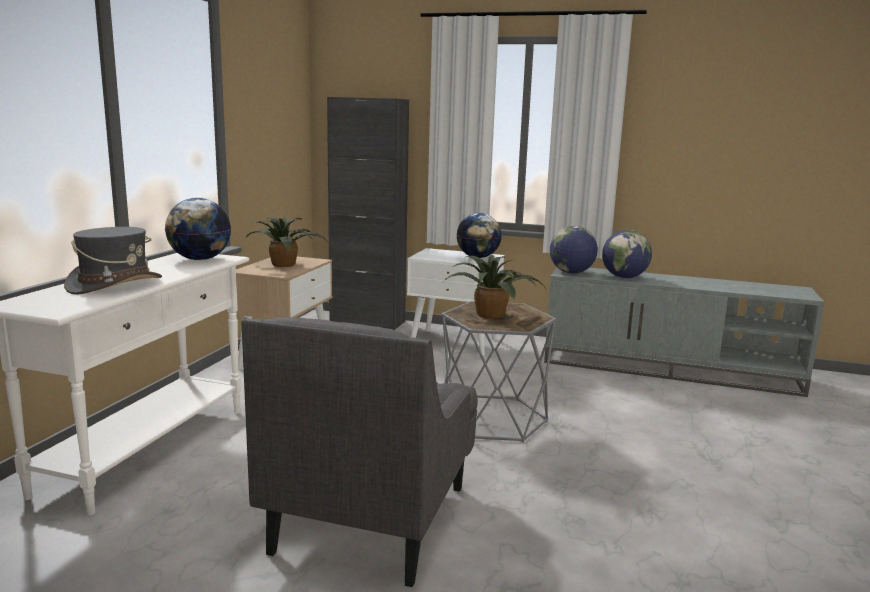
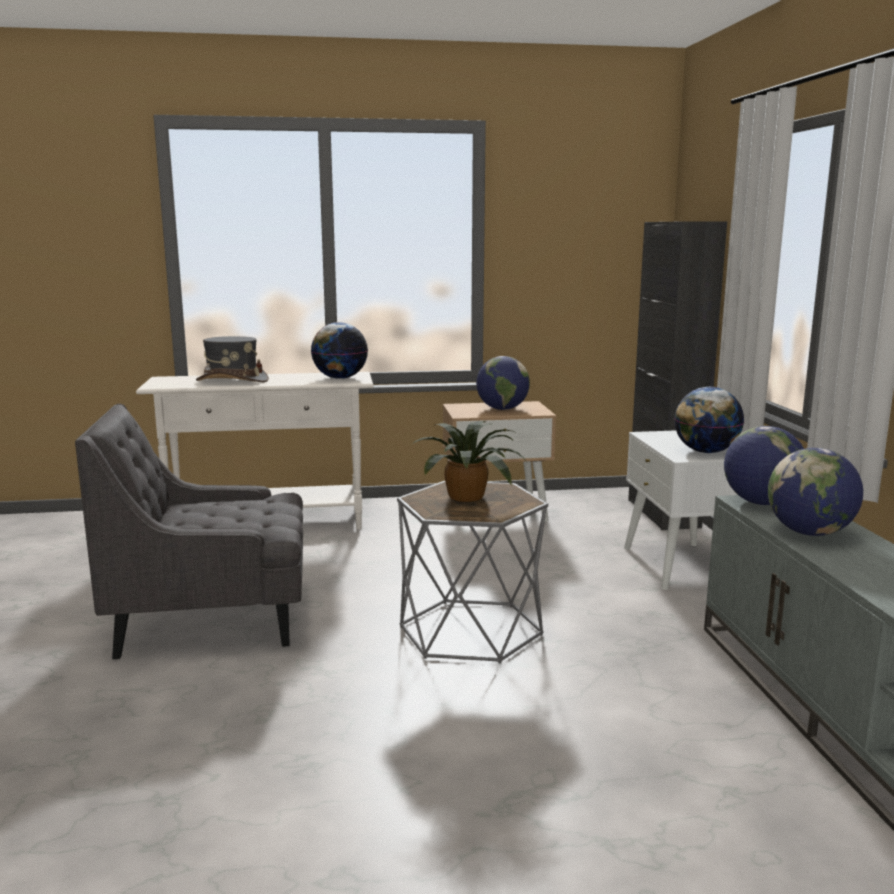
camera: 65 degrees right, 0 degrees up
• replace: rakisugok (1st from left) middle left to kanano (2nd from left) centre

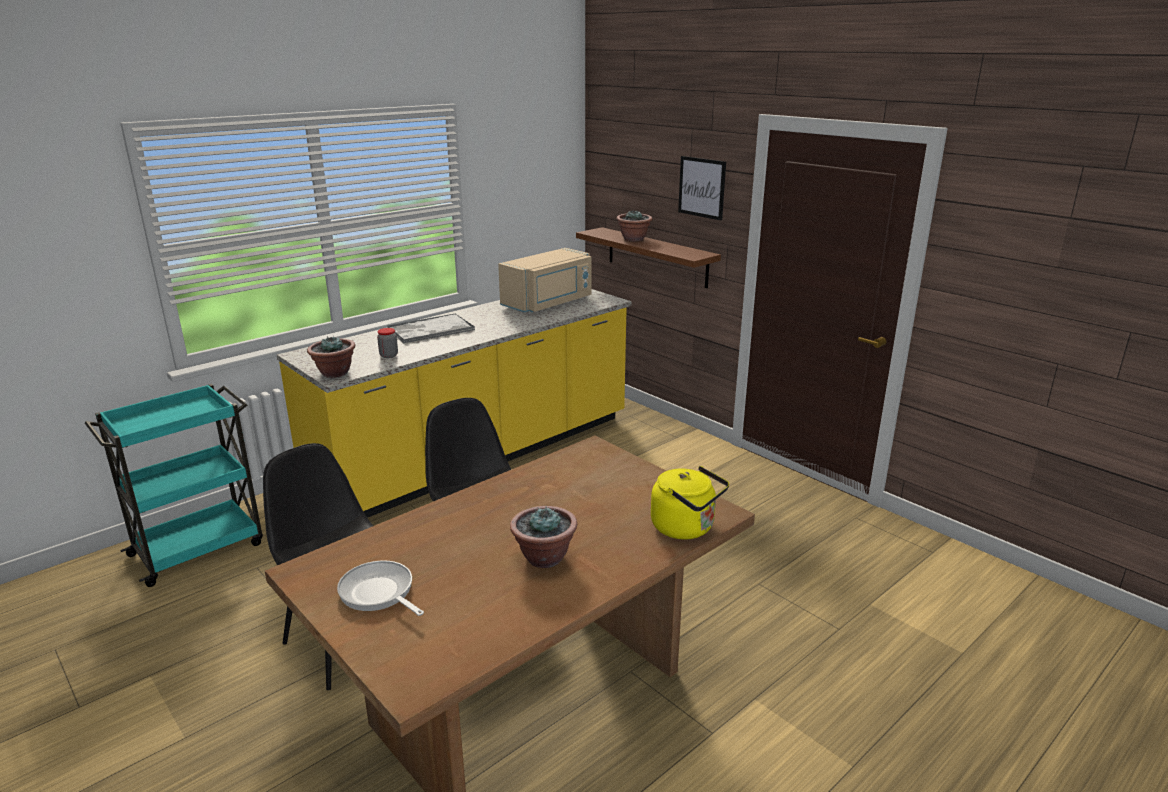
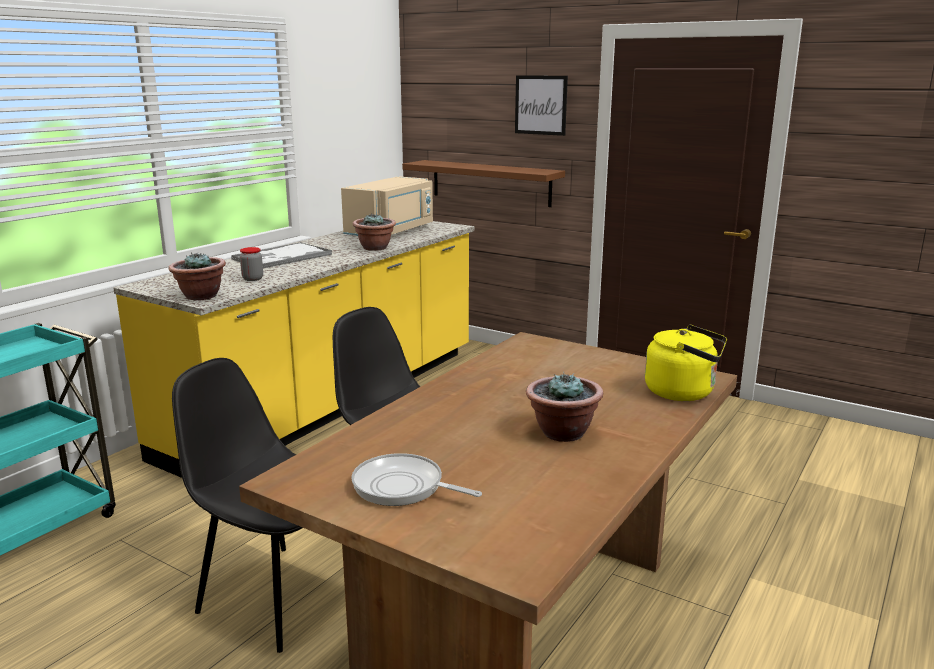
camera: 15 degrees left, 5 degrees down
• move: rakisugok (3rd from left in the first image) top centre to rakisugok (2nd from left) centre

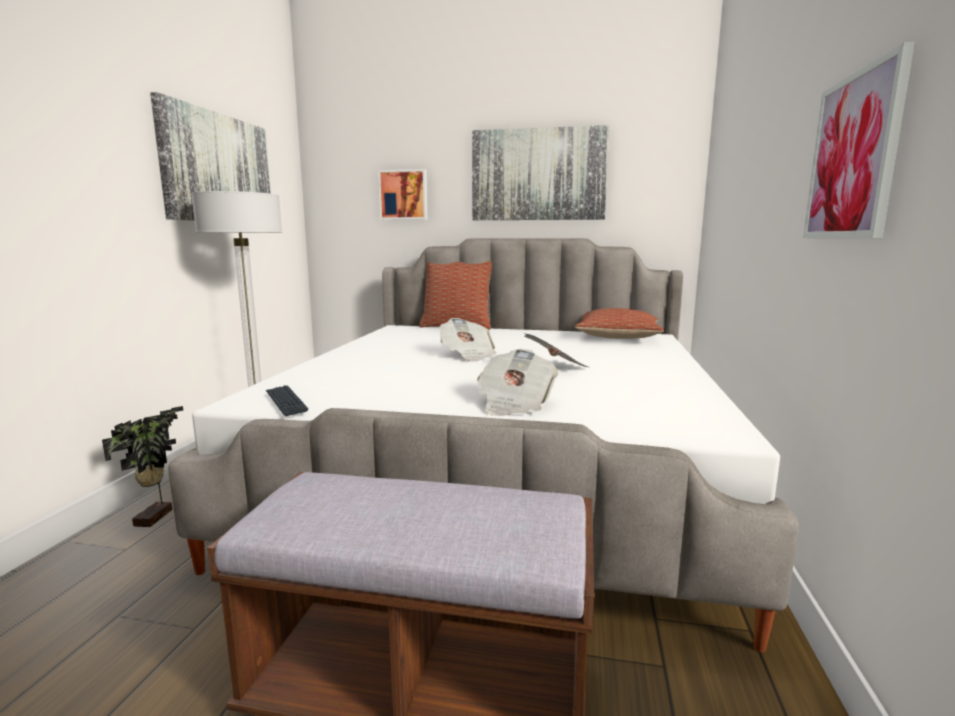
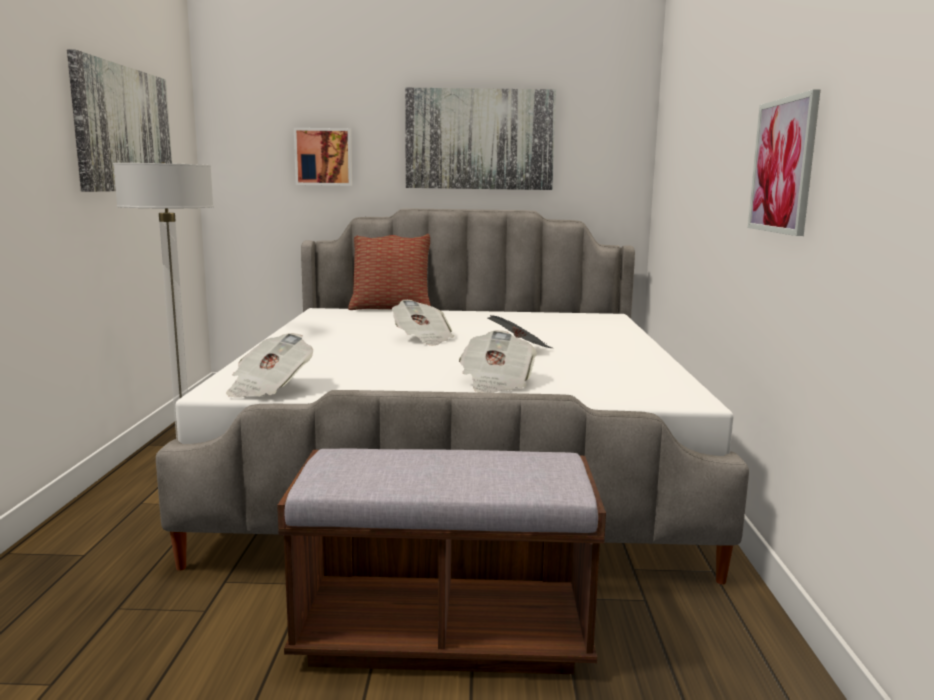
camera: 10 degrees left, 0 degrees up
• delete: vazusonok (2nd from left) centre
• replace: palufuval middle left to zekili (1st from left) middle left
• delete: rakisugok middle left

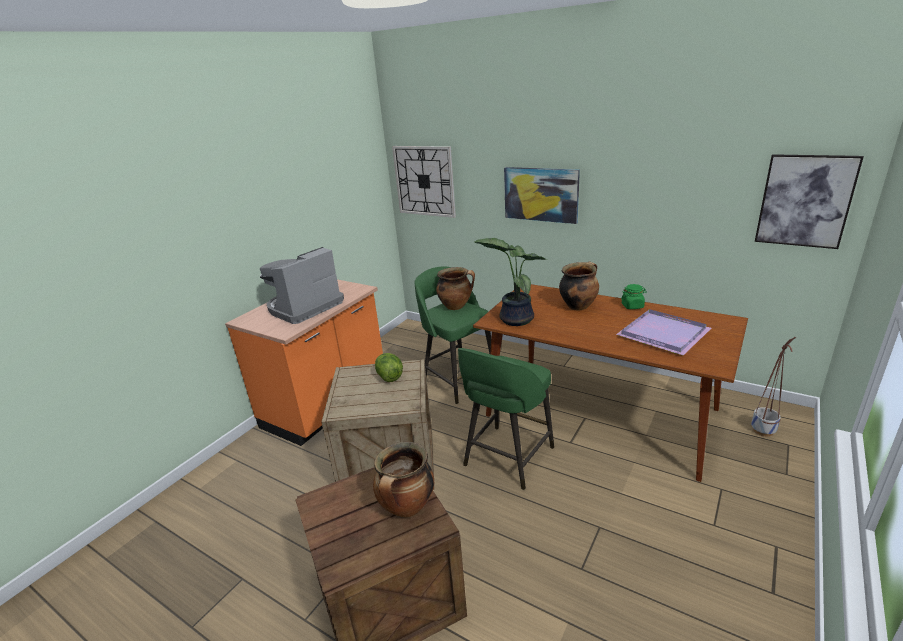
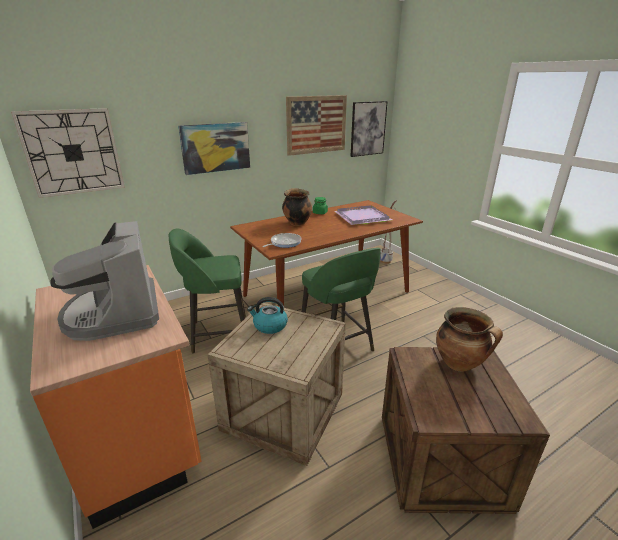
camera: 65 degrees left, 0 degrees up
• replace: rakisugok centre to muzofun centre
• delete: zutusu (2nd from left) centre
• replace: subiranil centre to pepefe centre
• insert: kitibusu (2nd from left) top centre

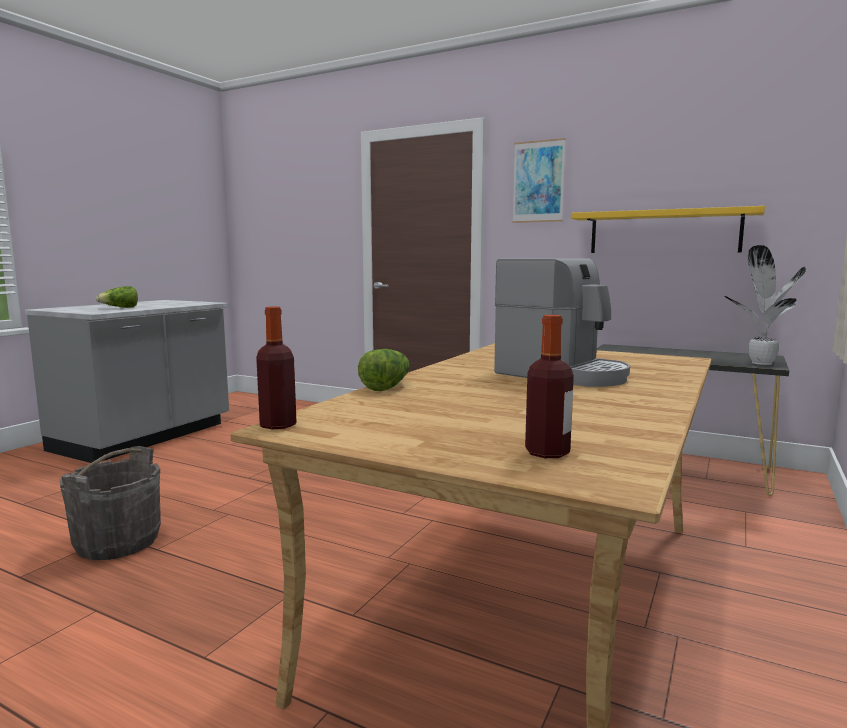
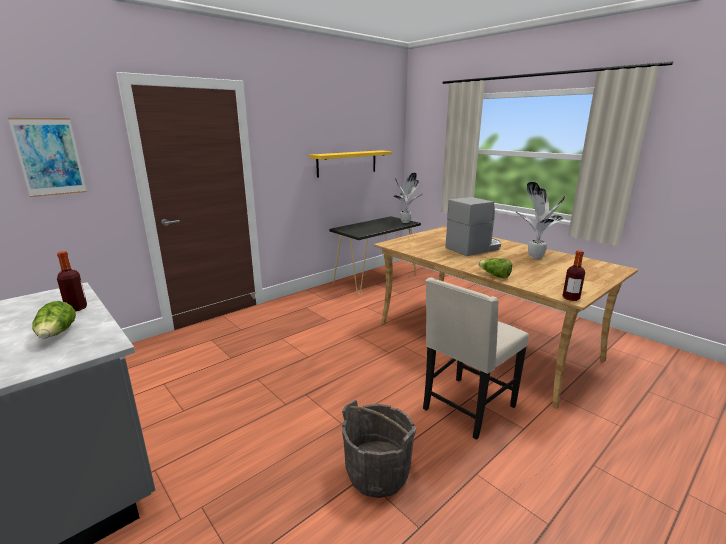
camera: 70 degrees left, 10 degrees up
• move: kitibusu top centre to top left
• move: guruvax (2nd from left in the first image) centre to guruvax (1st from left) middle left
• insert: rakisugok (2nd from left) middle right
• insert: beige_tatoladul centre

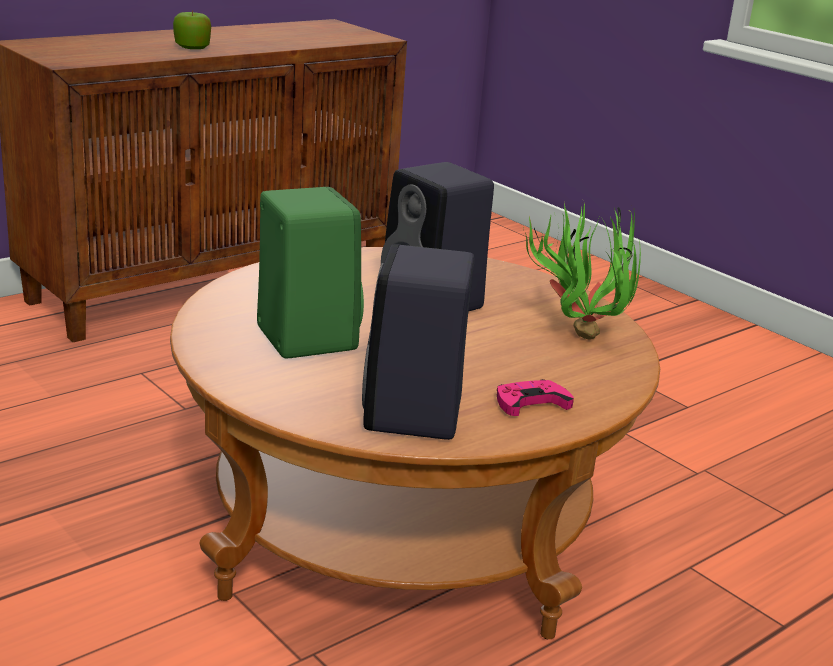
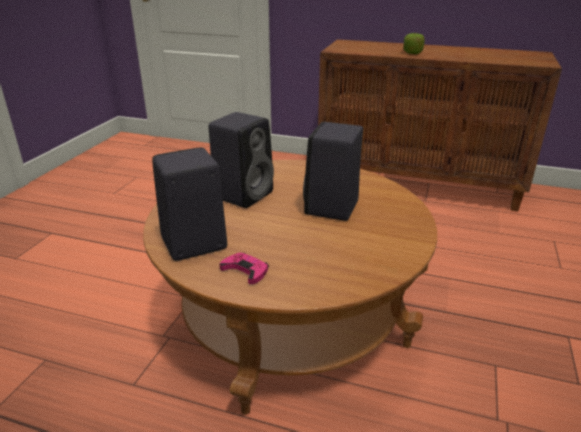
camera: 60 degrees right, 5 degrees up
• recolor: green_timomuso centre to black_timomuso (2nd from left) centre
• delete: rakisugok middle right

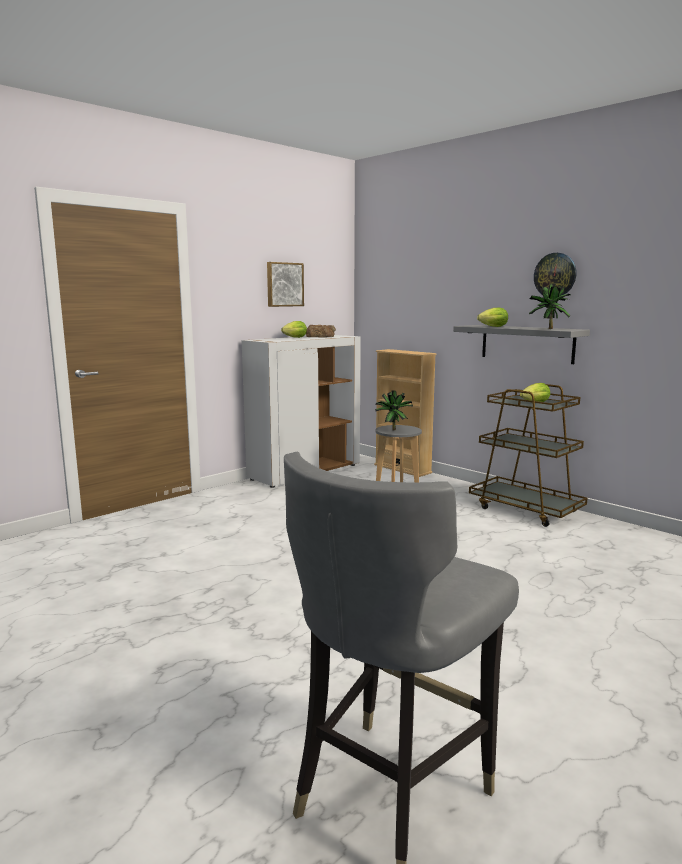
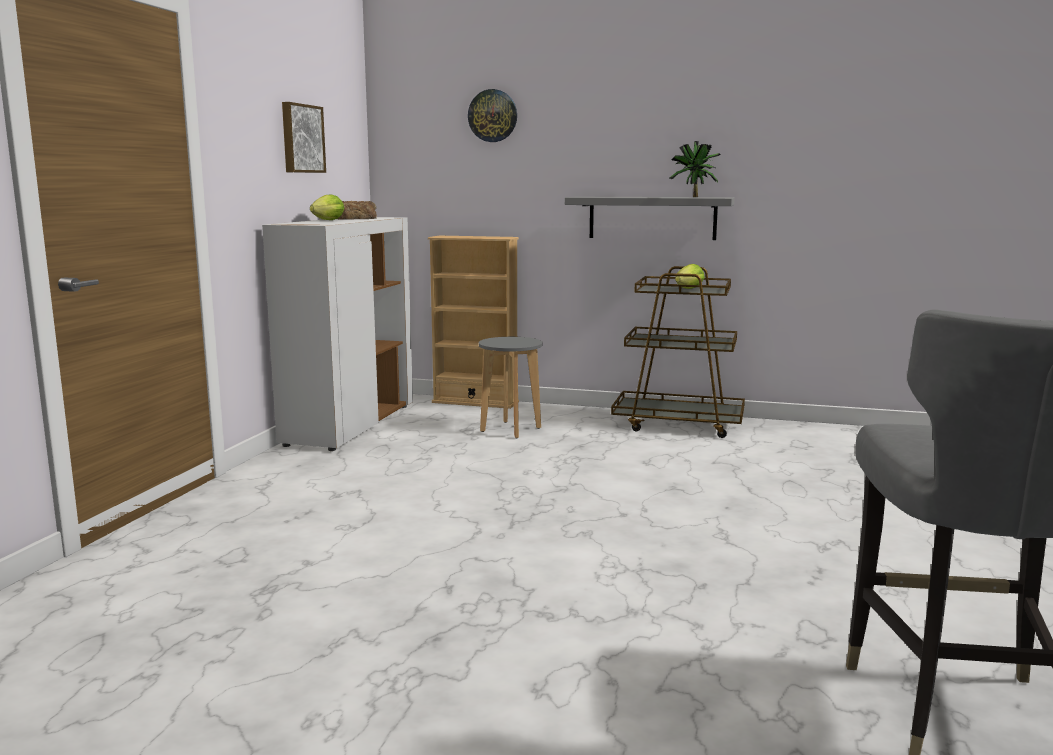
camera: 30 degrees left, 0 degrees up
• move: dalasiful top right to top centre
• delete: subiranil (2nd from left) middle right
• delete: rakisugok (1st from left) centre

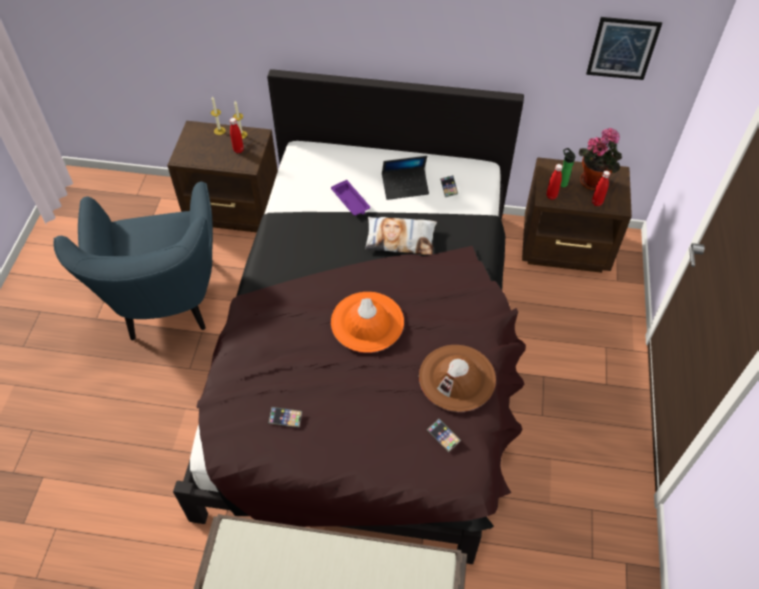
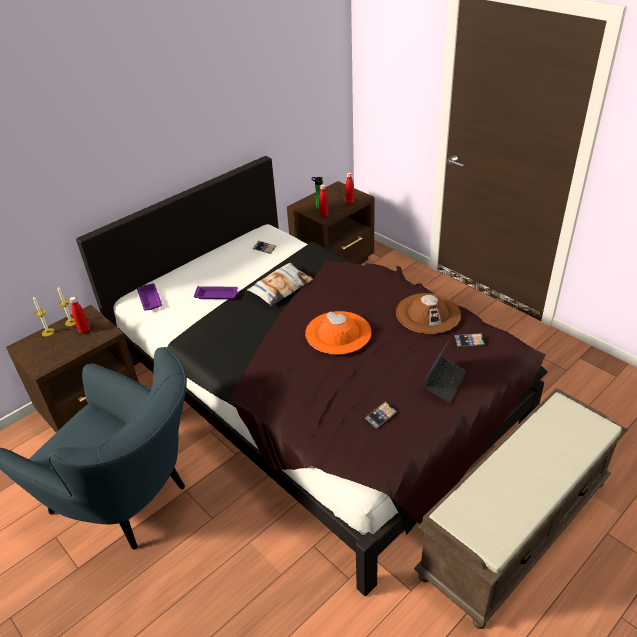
camera: 50 degrees left, 15 degrees down
• delete: kitibusu top right
• delete: rakisugok top right
• move: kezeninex top centre to middle right
• insert: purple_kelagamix (1st from left) middle left

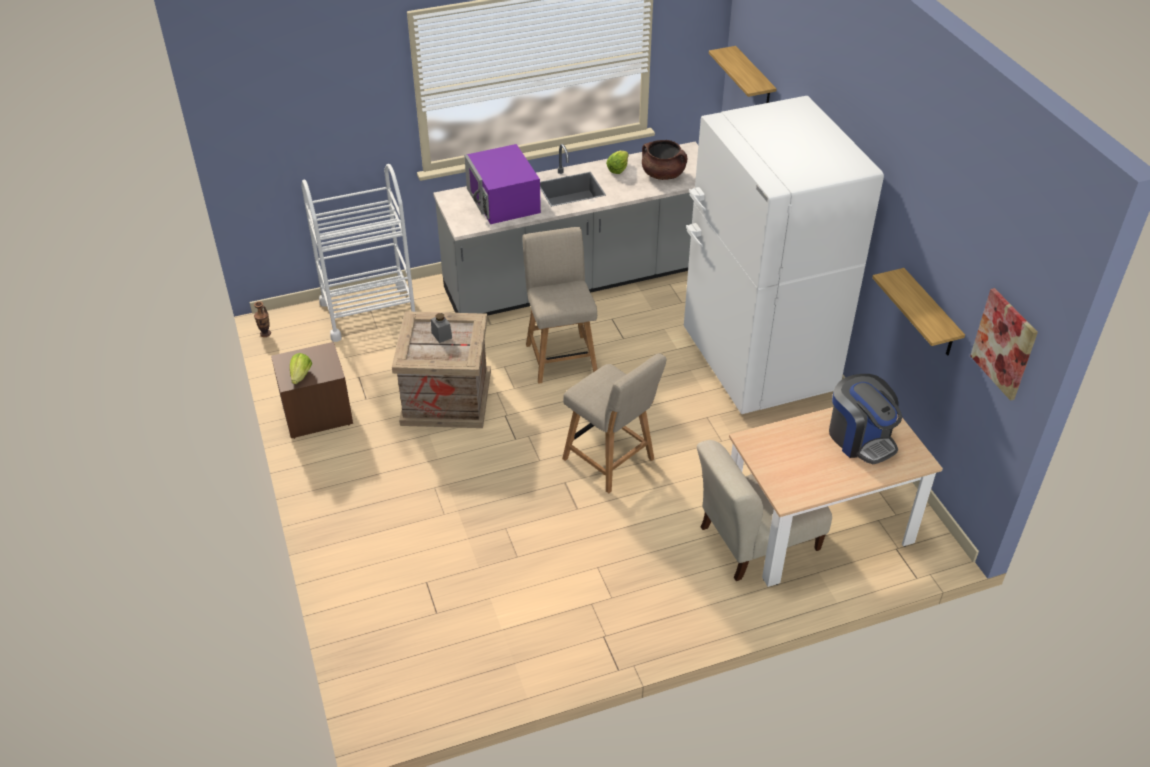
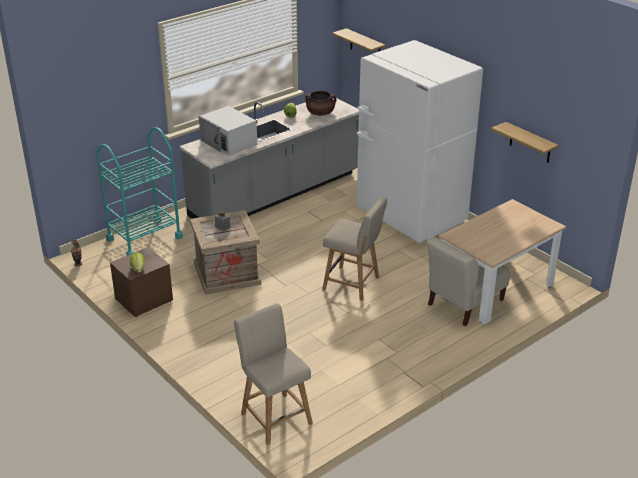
camera: 20 degrees left, 10 degrees down
• recolor: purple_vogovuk top centre to white_vogovuk top centre
• recolor: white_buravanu top left to turquoise_buravanu middle left
• move: beige_tatoladul (1st from left) centre to bottom centre
• delete: kitibusu middle right
• delete: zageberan middle right

